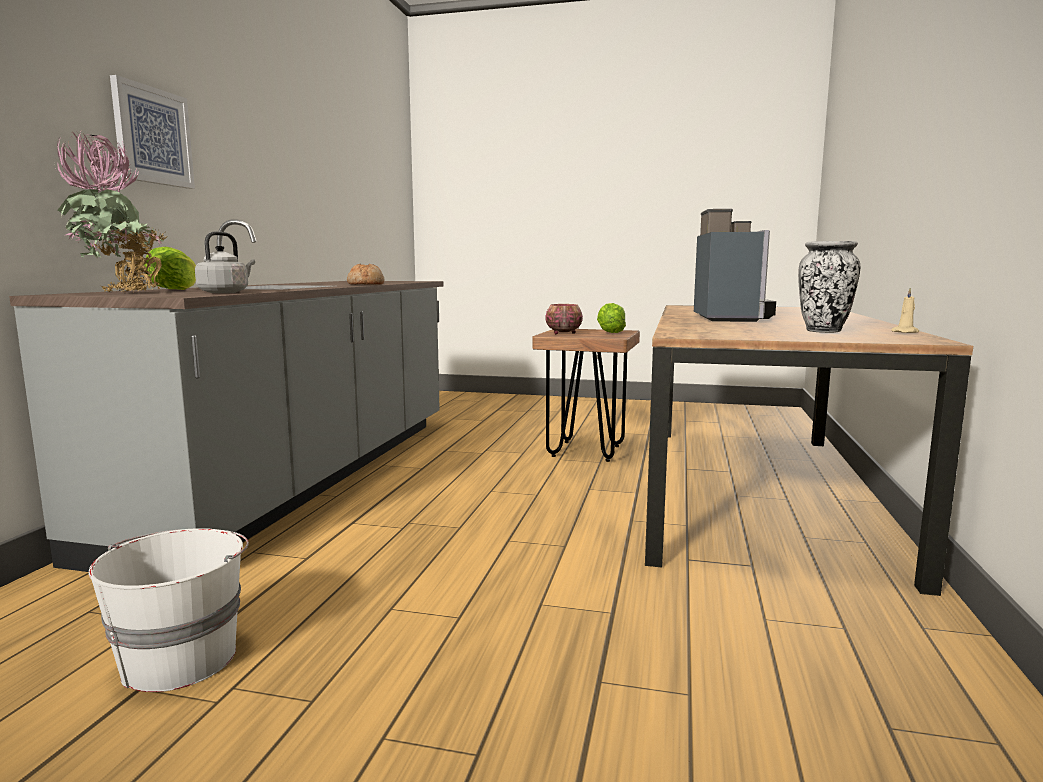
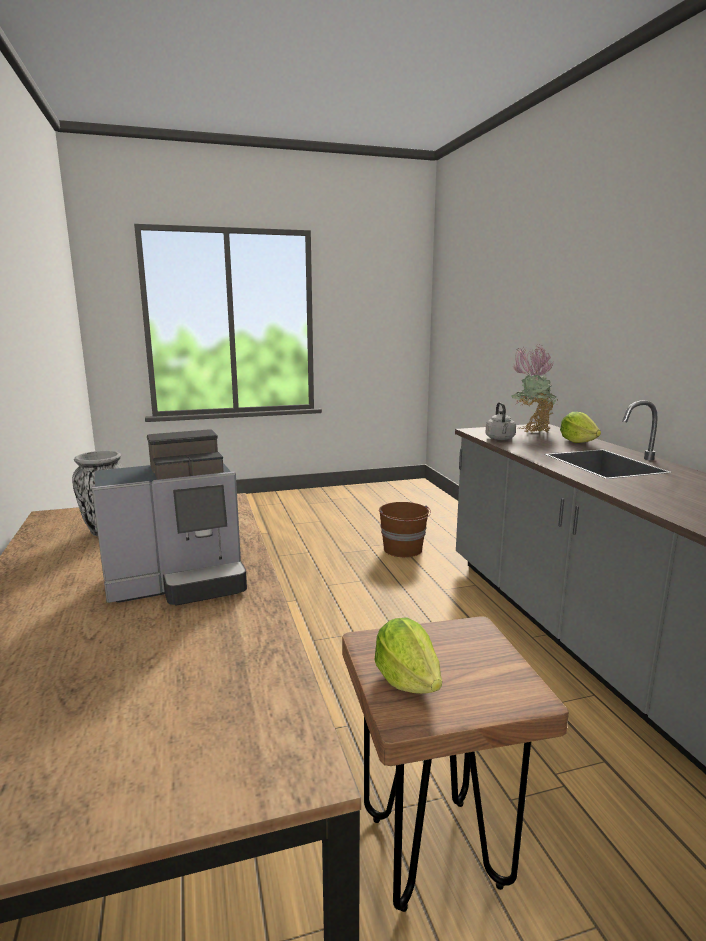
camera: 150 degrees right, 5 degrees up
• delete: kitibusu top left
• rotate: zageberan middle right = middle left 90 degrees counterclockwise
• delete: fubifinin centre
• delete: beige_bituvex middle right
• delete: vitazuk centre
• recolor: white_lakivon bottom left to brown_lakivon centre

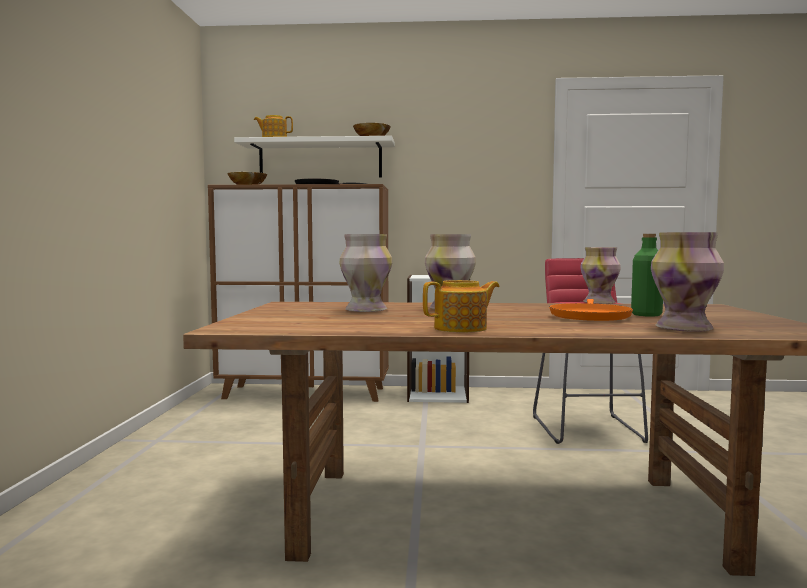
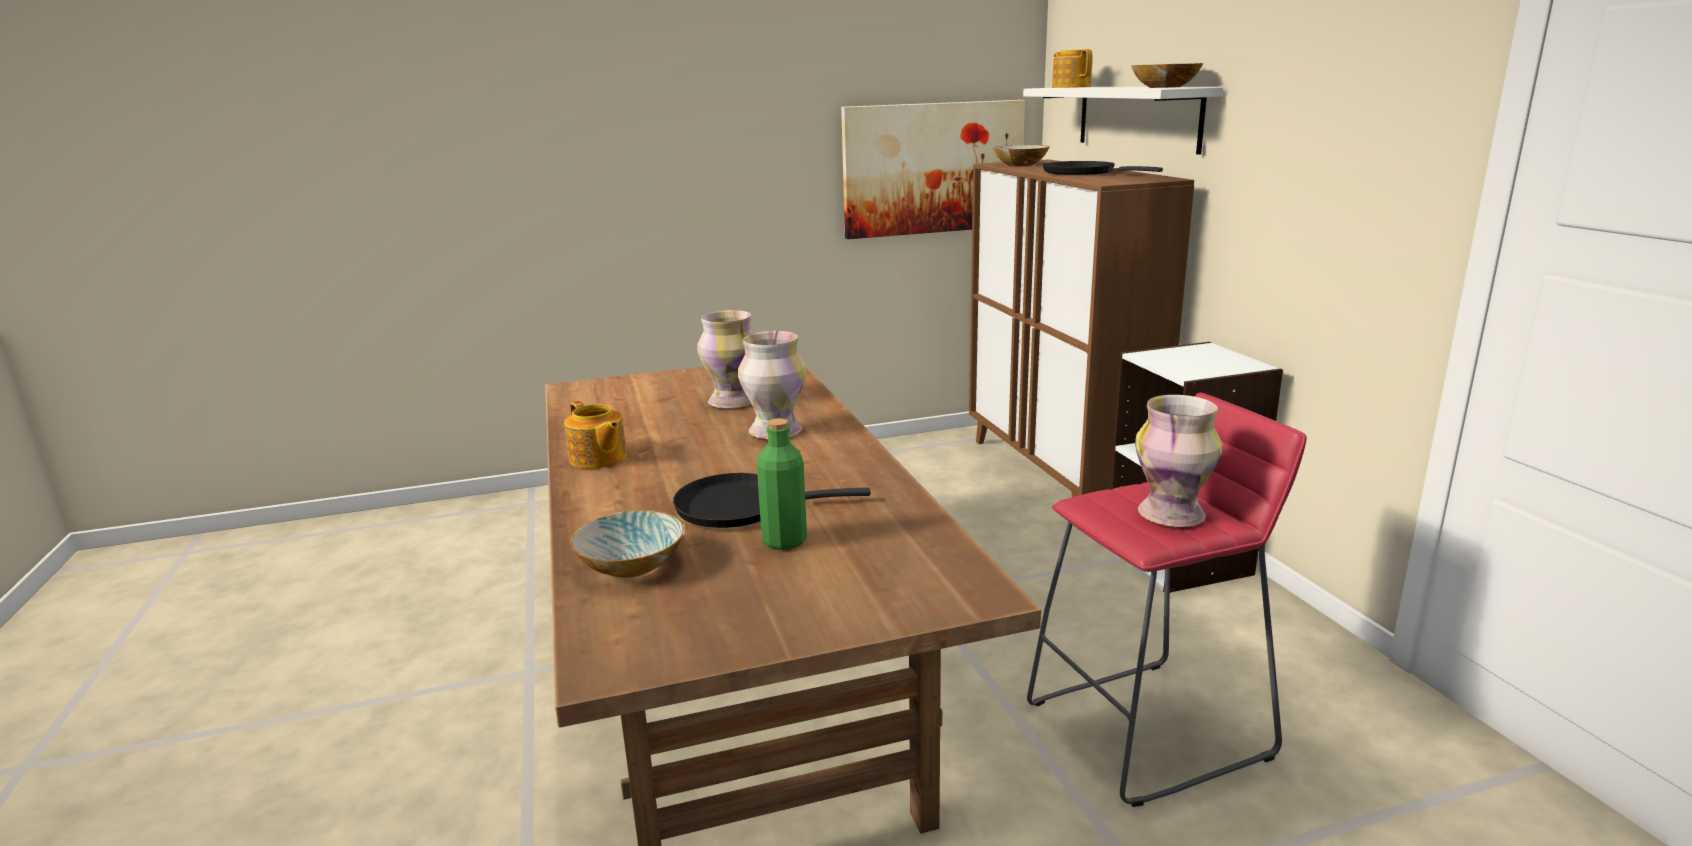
camera: 70 degrees right, 15 degrees up
• replace: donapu (4th from left) middle right to vitazuk (1st from left) centre
• recolor: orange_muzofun middle right to black_muzofun (1st from left) centre
• insert: kitibusu top centre

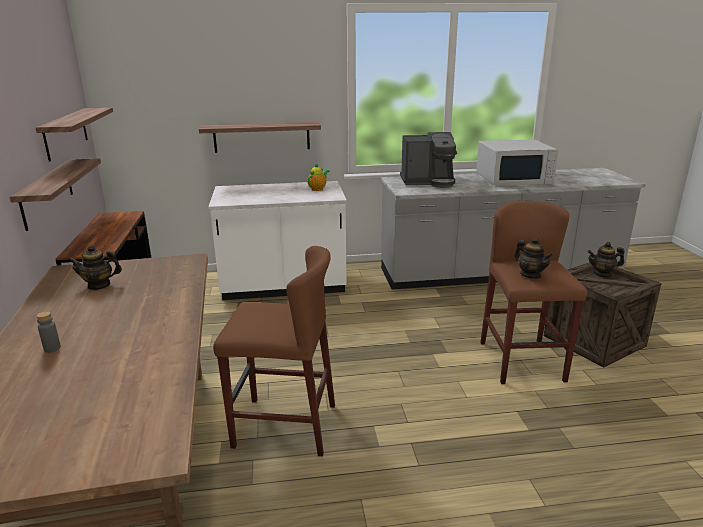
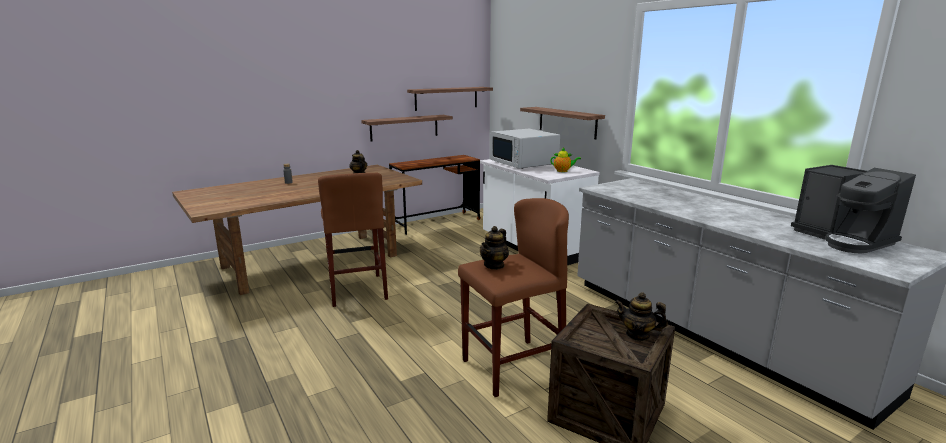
camera: 65 degrees right, 5 degrees down
• move: zageberan top centre to middle right
• move: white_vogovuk top right to centre
• rotate: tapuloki (4th from left) middle right = bottom right 45 degrees counterclockwise

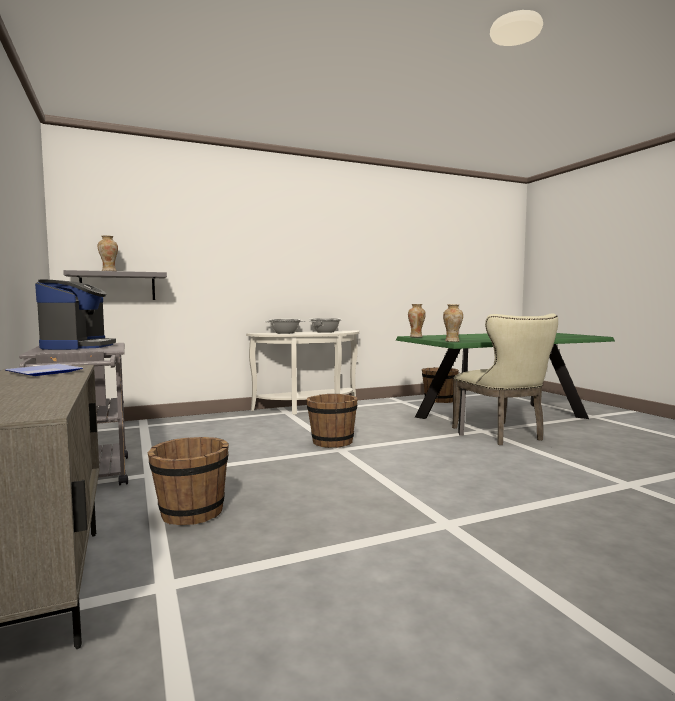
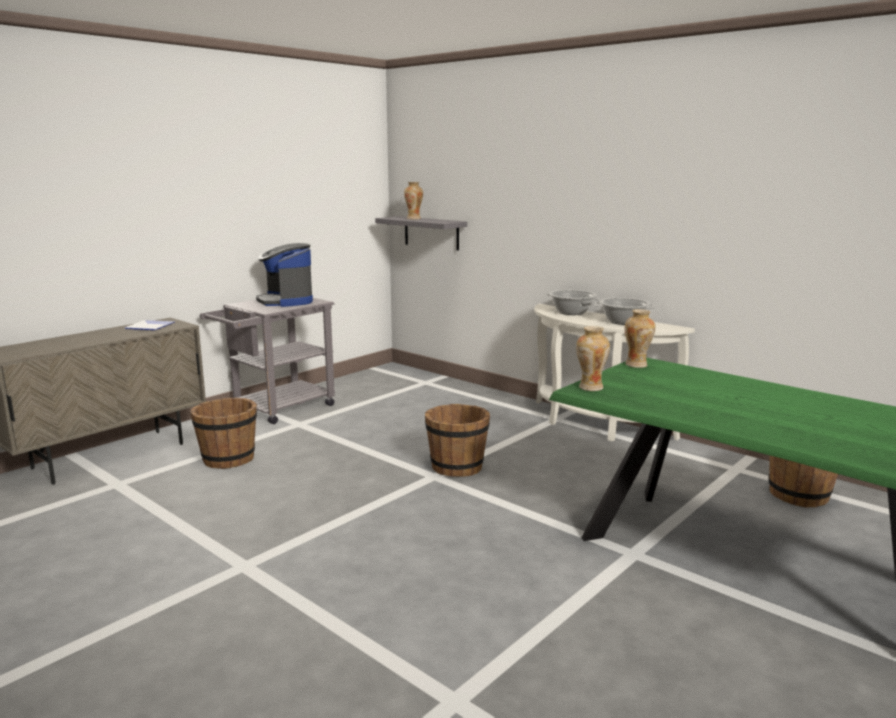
camera: 65 degrees right, 10 degrees up
• rotate: zageberan middle left = middle left 90 degrees clockwise
• delete: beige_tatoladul middle right

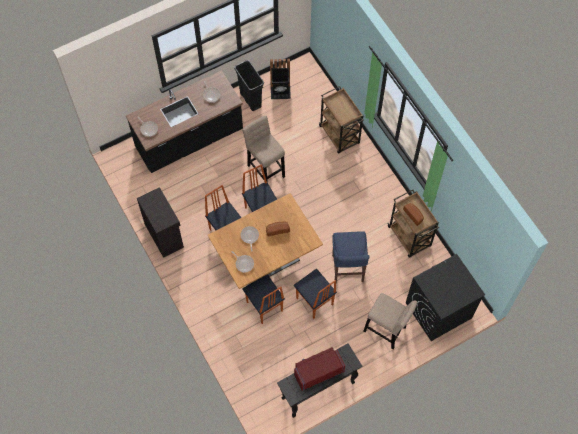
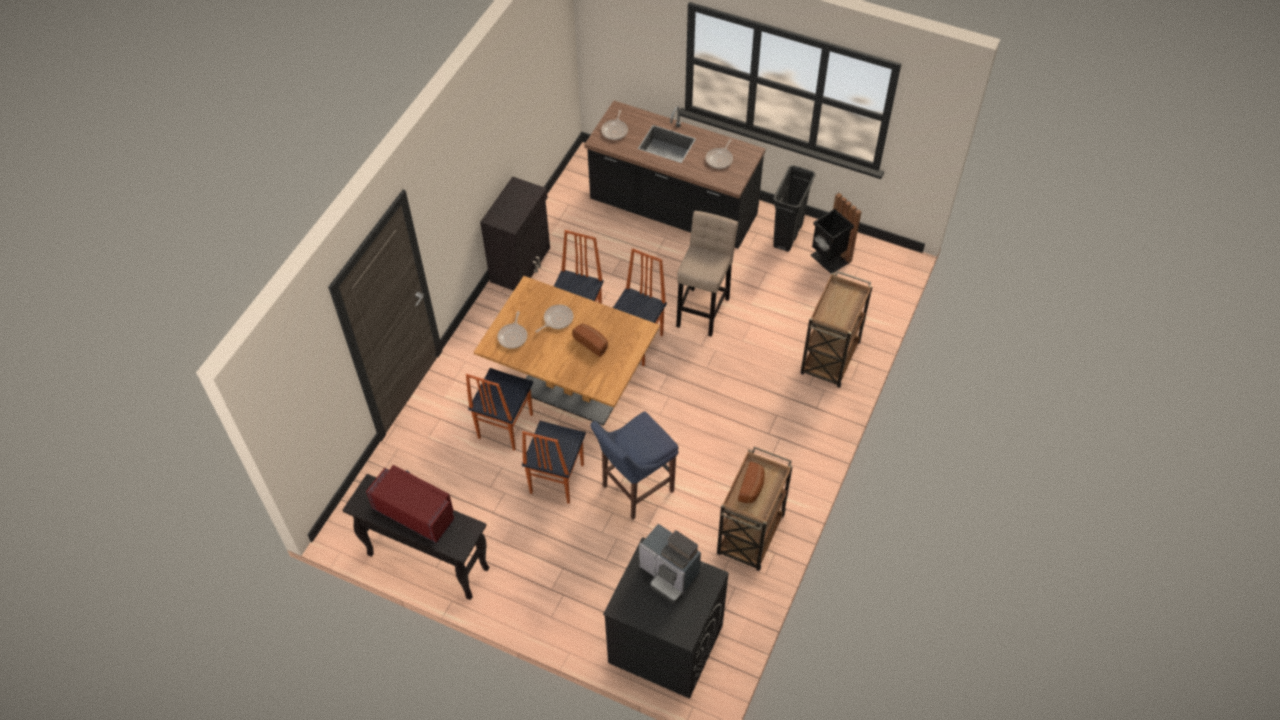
camera: 55 degrees right, 10 degrees down
• delete: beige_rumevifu (2nd from left) bottom right
• insert: zageberan bottom centre

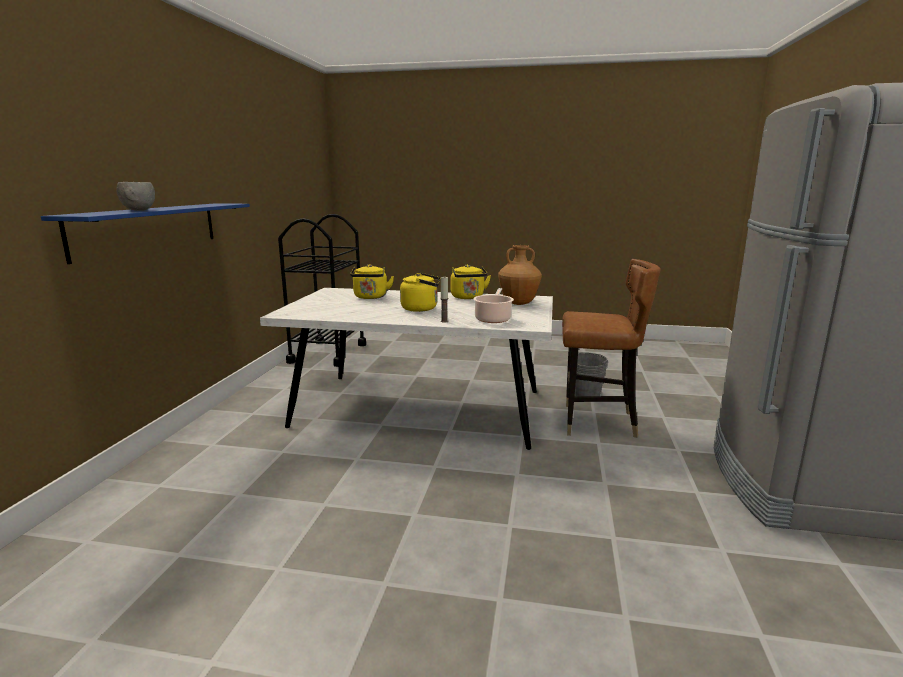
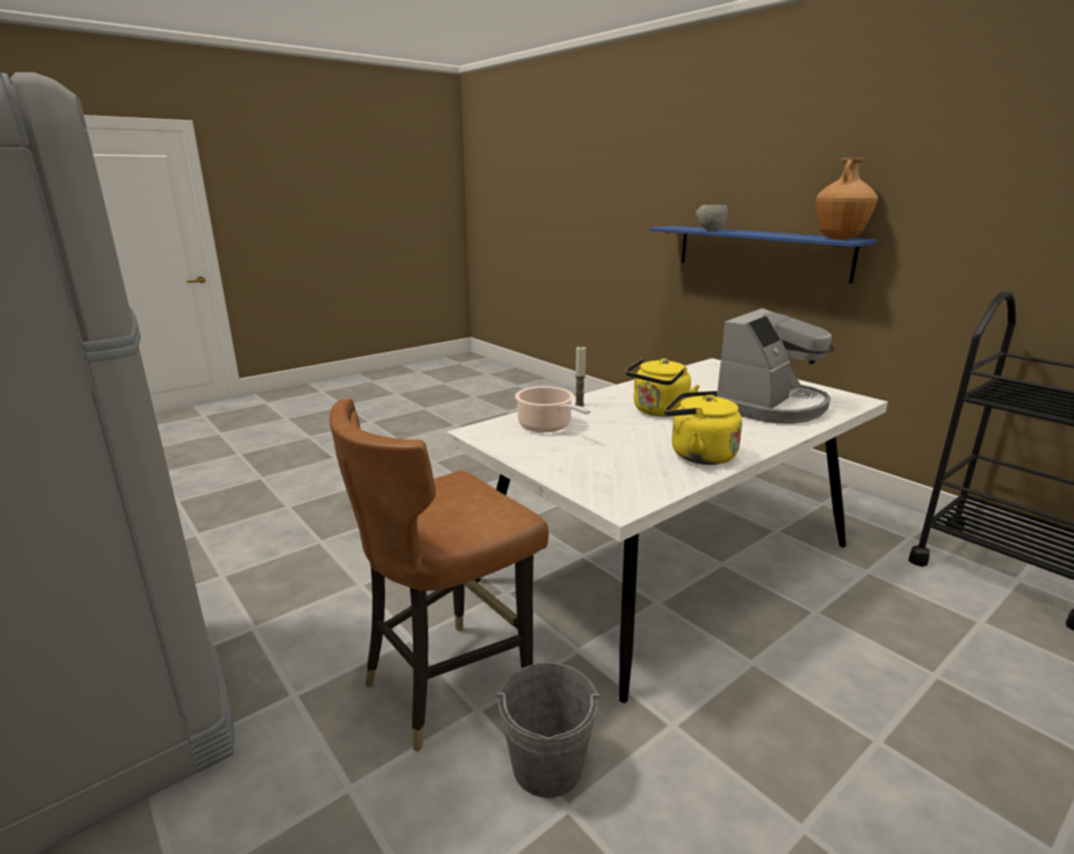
camera: 130 degrees right, 5 degrees up
• move: brown_donapu centre to top right
• replace: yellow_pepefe (1st from left) centre to zageberan middle right

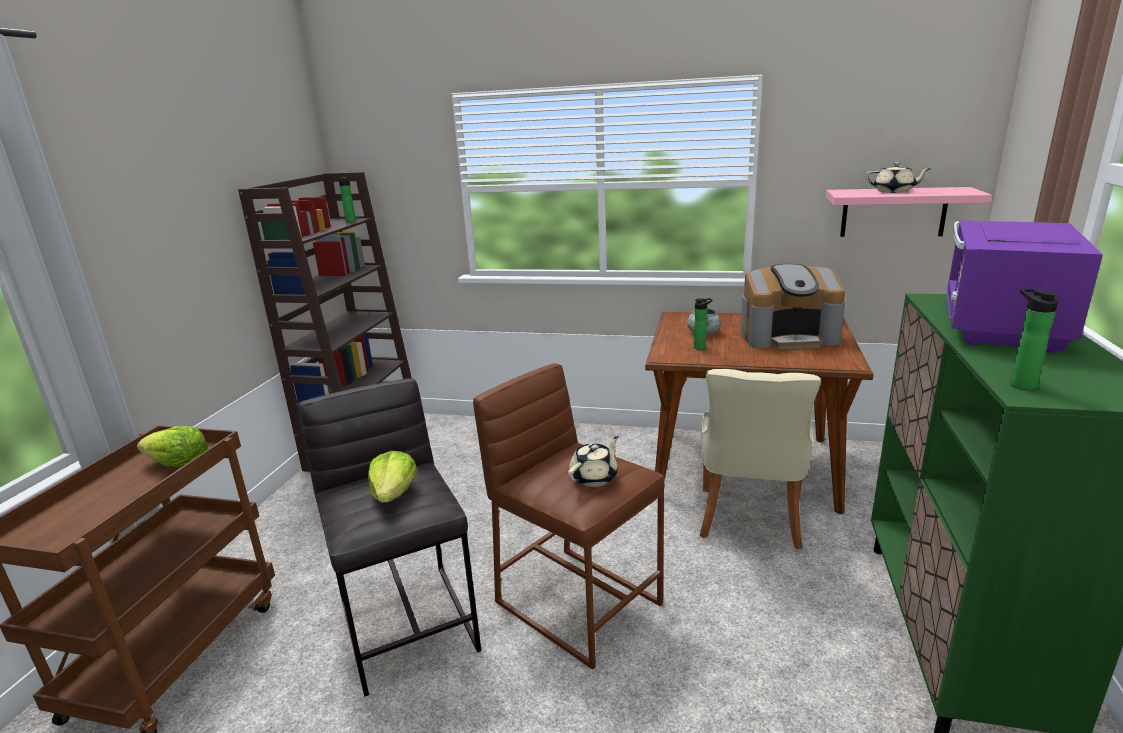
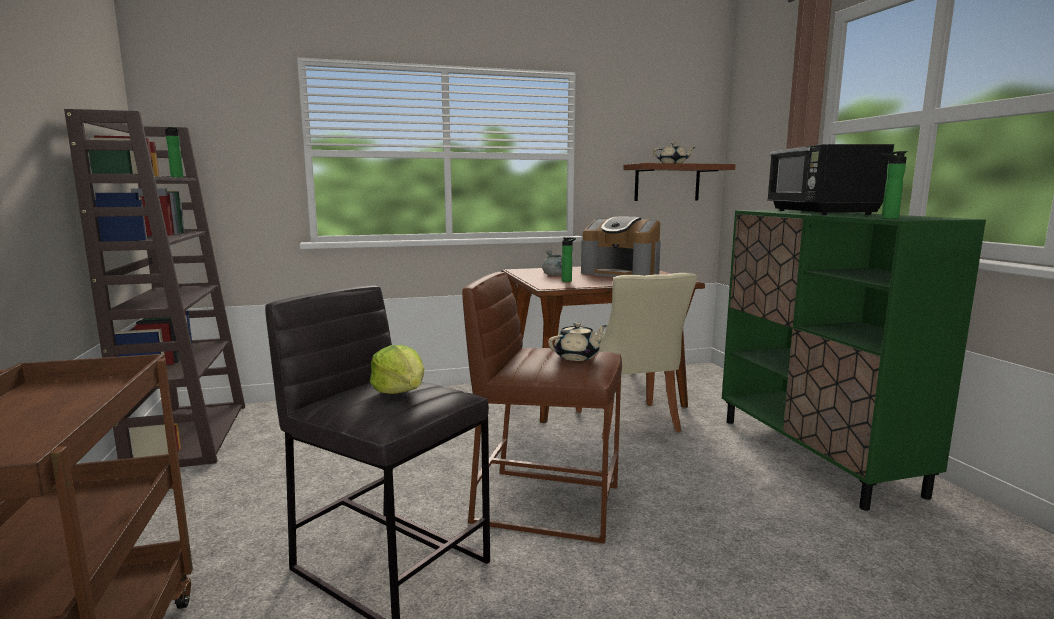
camera: 30 degrees left, 10 degrees down
• recolor: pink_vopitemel top right to brown_vopitemel top centre
• recolor: purple_vogovuk middle right to black_vogovuk top right
• rotate: zageberan middle right = centre 60 degrees clockwise
• delete: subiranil (1st from left) middle left
• rotate: beige_tapuloki (1st from left) centre = centre 45 degrees clockwise

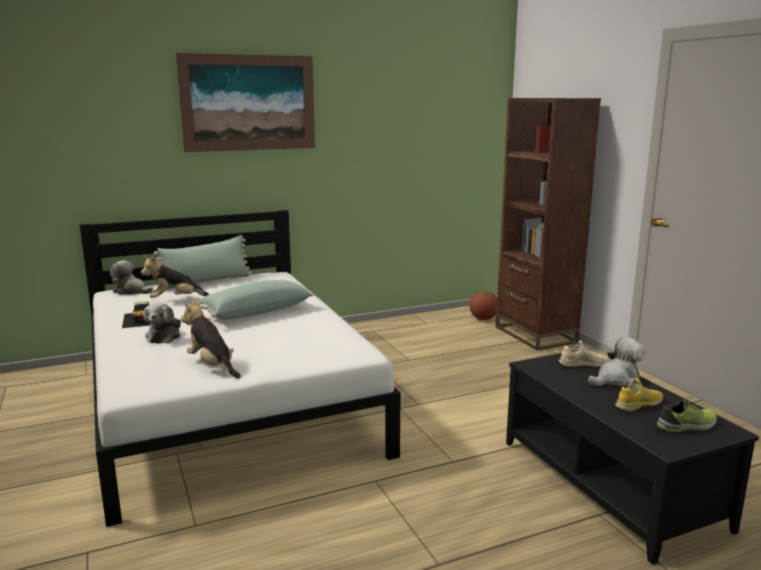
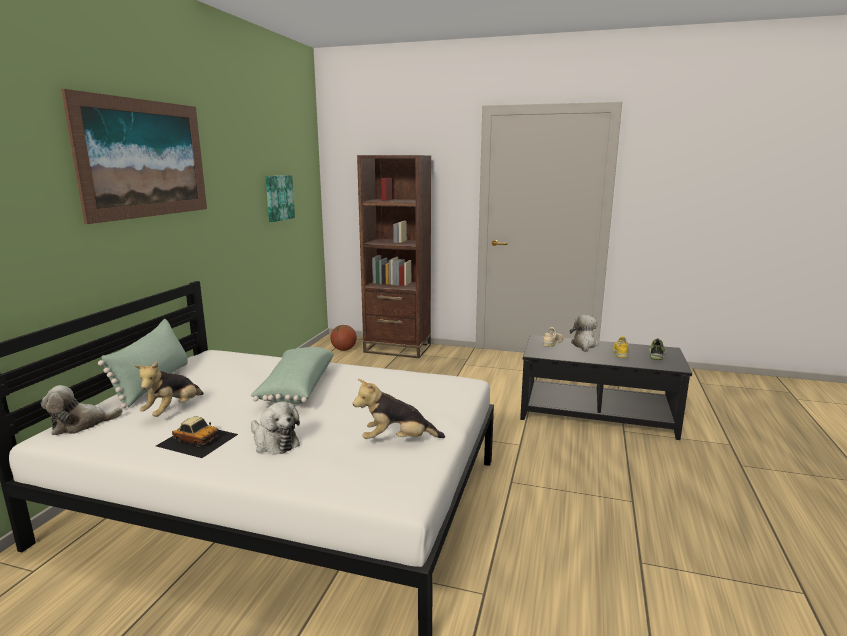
camera: 50 degrees left, 0 degrees up
• insert: kitibusu (2nd from left) top left

